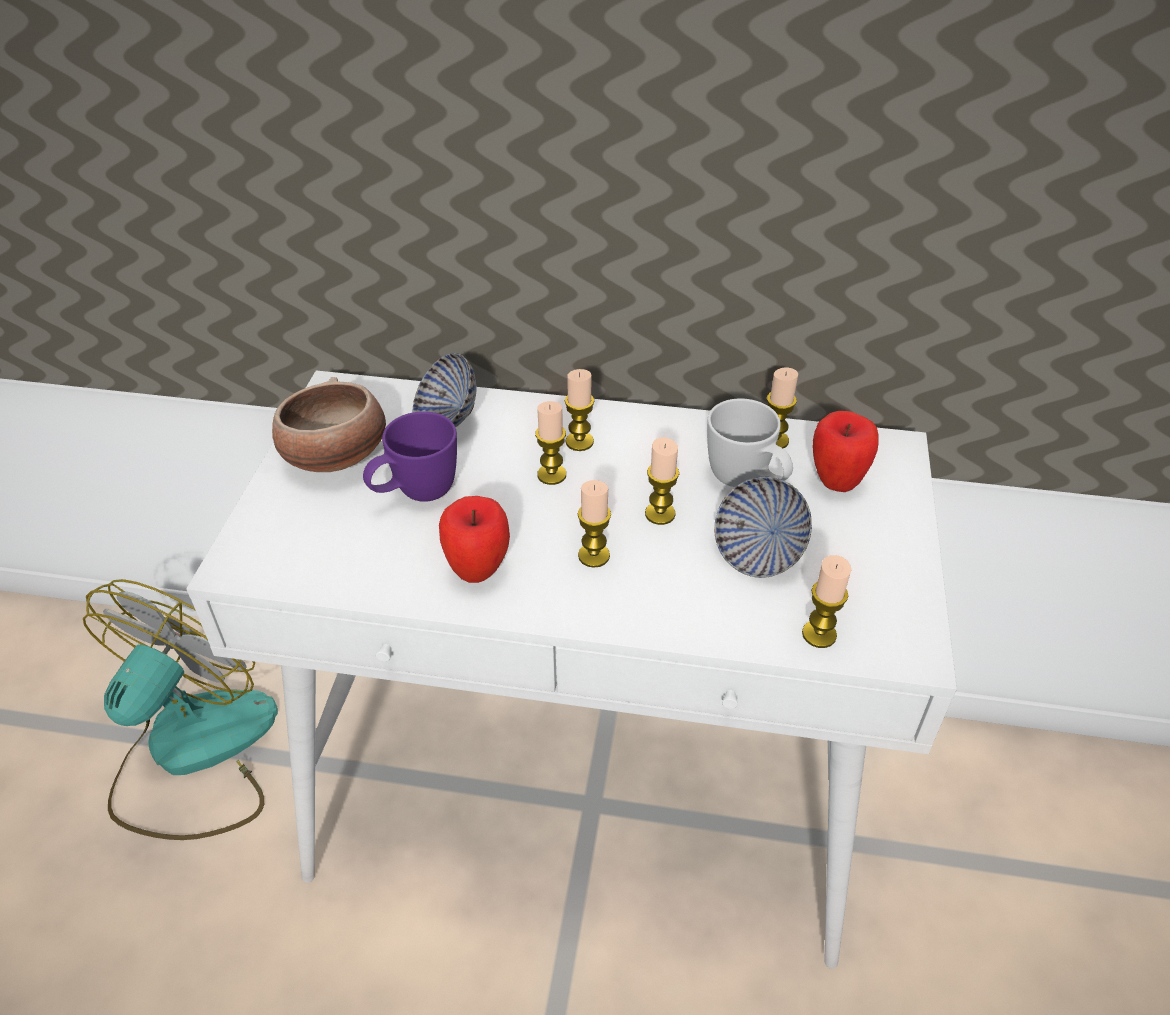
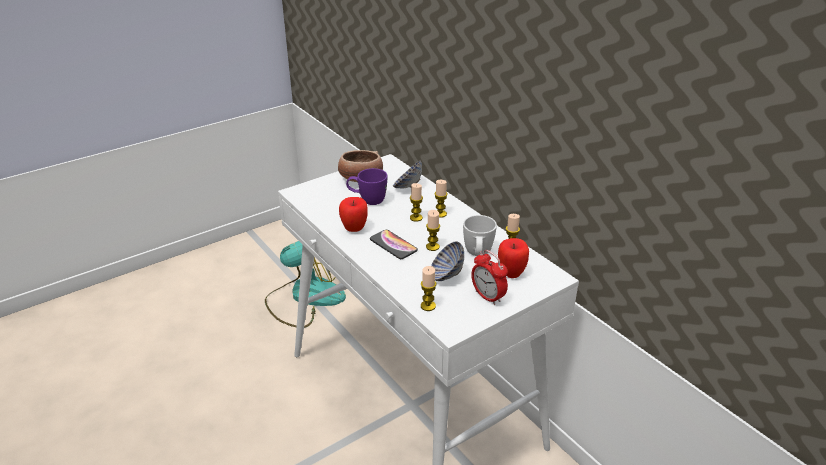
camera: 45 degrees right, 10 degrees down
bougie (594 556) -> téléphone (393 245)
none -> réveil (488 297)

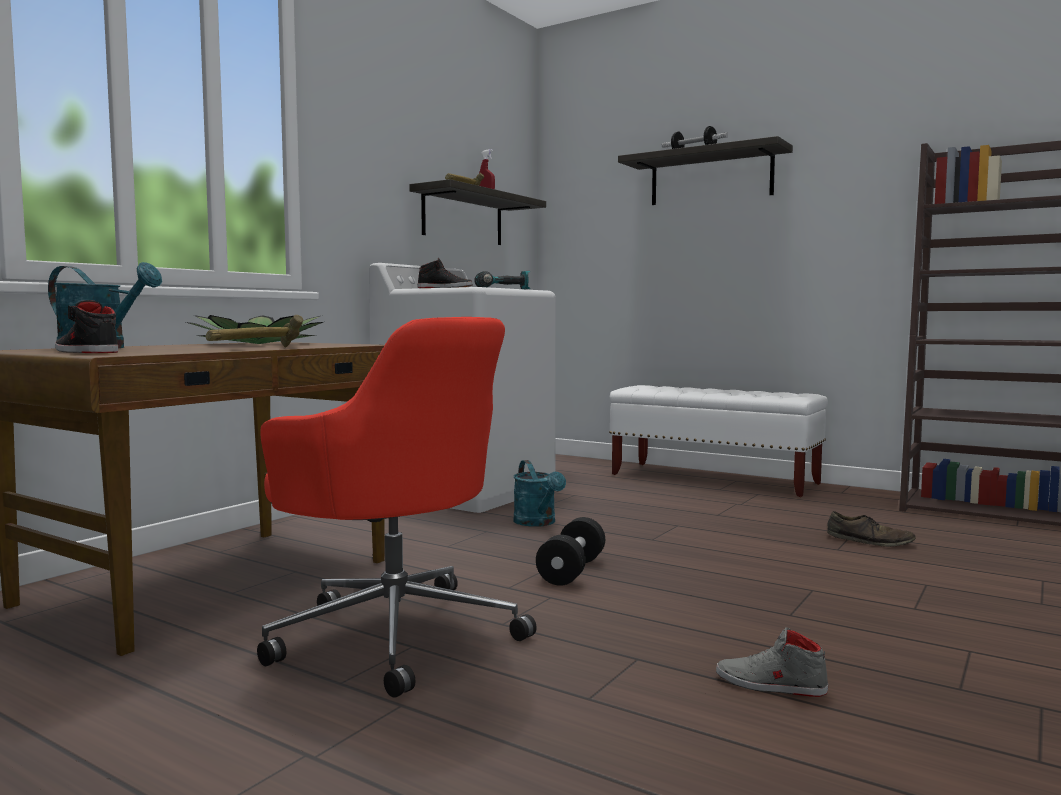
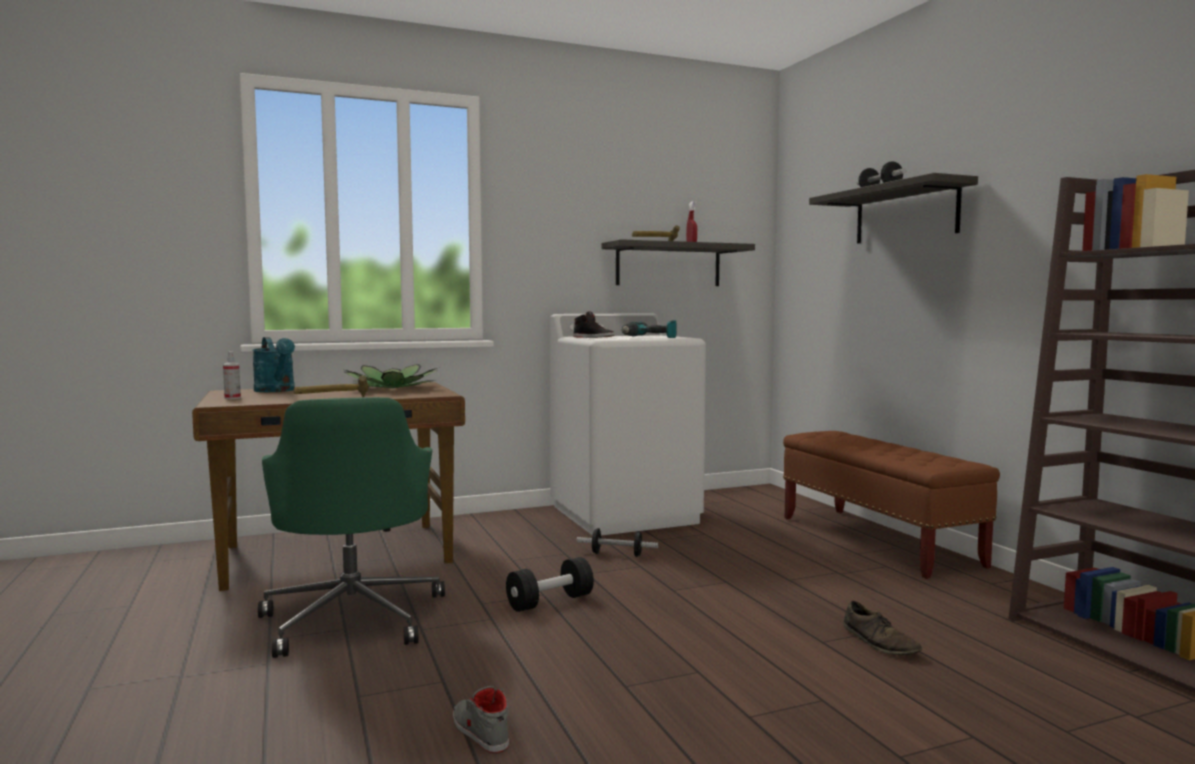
camera: 35 degrees right, 0 degrees up
chaussure [noir] (85 352) -> vaporisateur (232 398)
chaise de bureau [rouge] (395 633) -> chaise de bureau [vert] (353 617)
arrosoir [turquoise] (538 523) -> haltère (617 554)
banc [blanc] (713 479) -> banc [marron] (877 541)

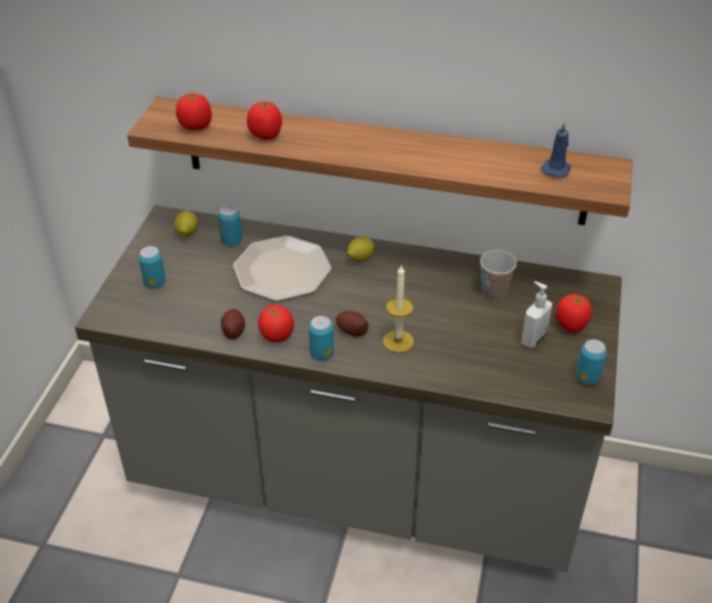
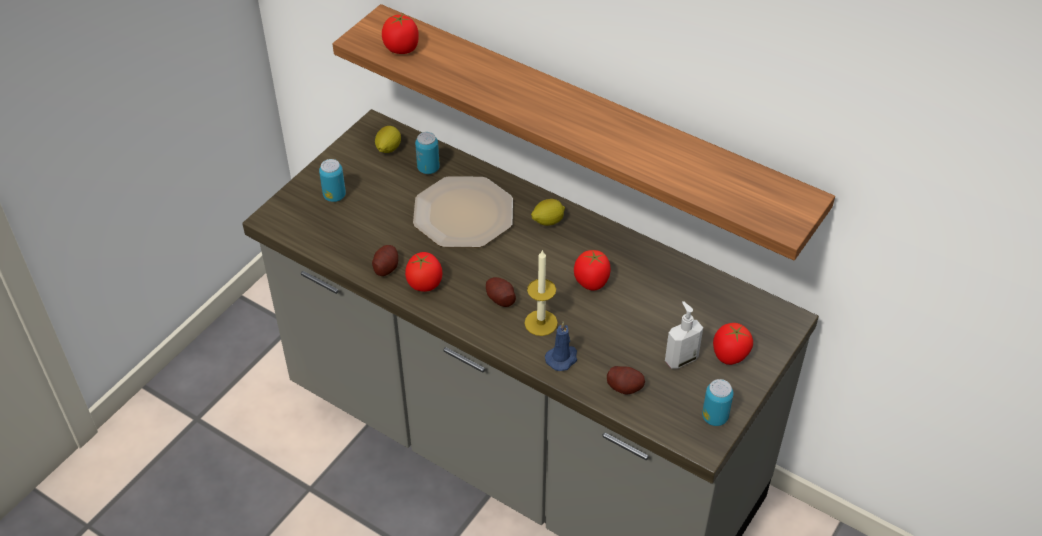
camera: 20 degrees right, 5 degrees up
bougie [bleu] (556 169) -> bougie [bleu] (562 358), move
tomate (266 135) -> tomate (591 282), move
none -> pomme de terre (625 387)
boîte métallique (321 354) -> none
tasse (494 292) -> none

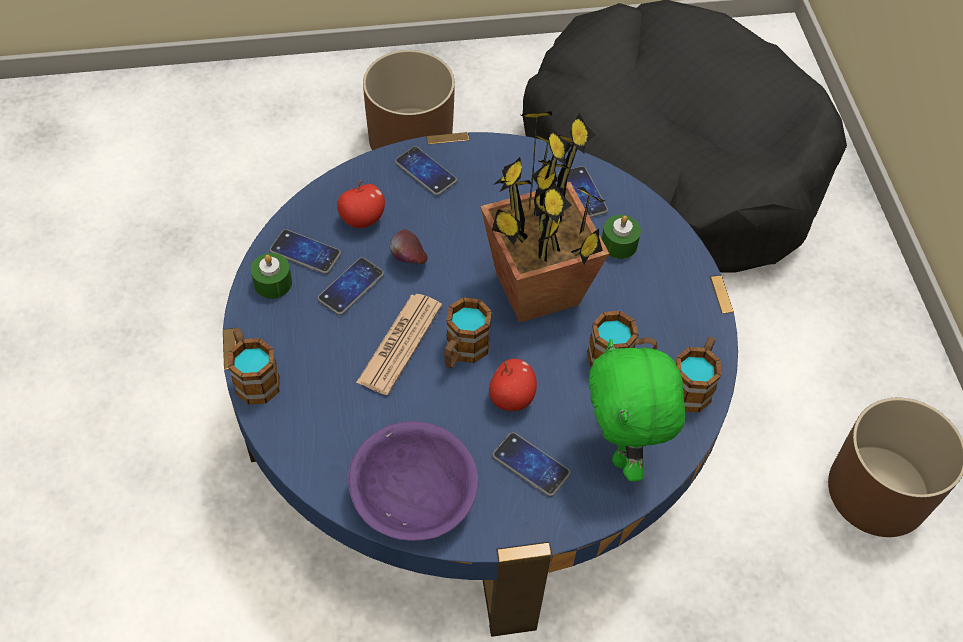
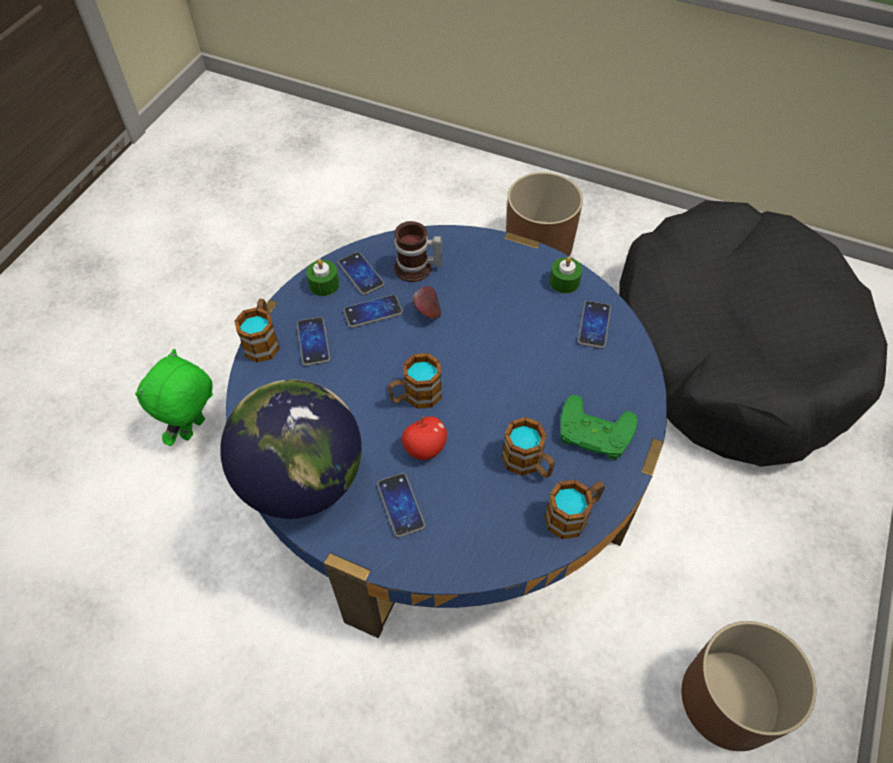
camera: 35 degrees right, 0 degrees up
peluche [vert] (623 450) -> peluche [vert] (194 429), move
bol [violet] (413 494) -> globe (302 479)
téléphone (425 172) -> téléphone (313 342), move
pomme (362 219) -> mug (416 269)
bougie [vert] (619 244) -> bougie [vert] (564 282), move
none -> manette [vert] (593 434)
journal (400 344) -> none
plante en pot (537 290) -> none

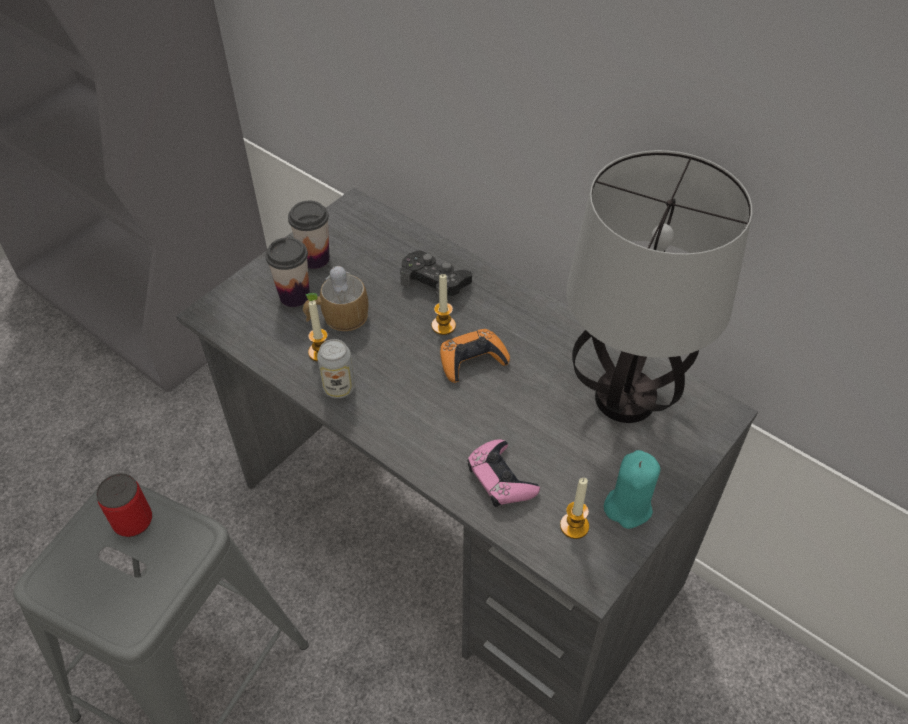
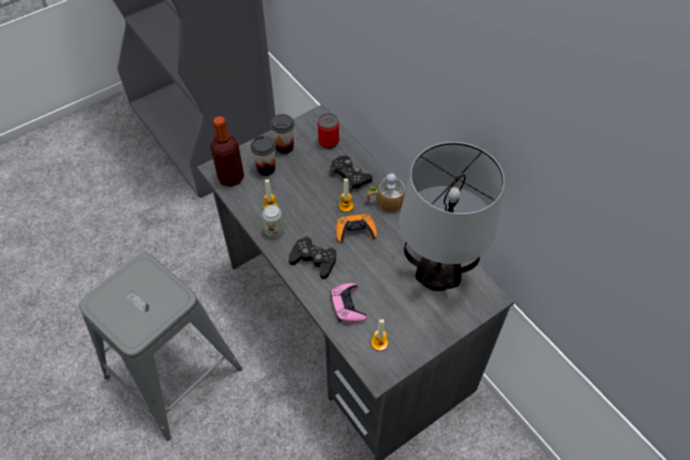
camera: 15 degrees right, 5 degrees up
none -> bouteille (231 178)
none -> manette [noir] (314 260)
boîte métallique (133 521) -> boîte métallique (328 142), move
mug (337 317) -> mug (385 202), move
bougie [turquoise] (628 507) -> none

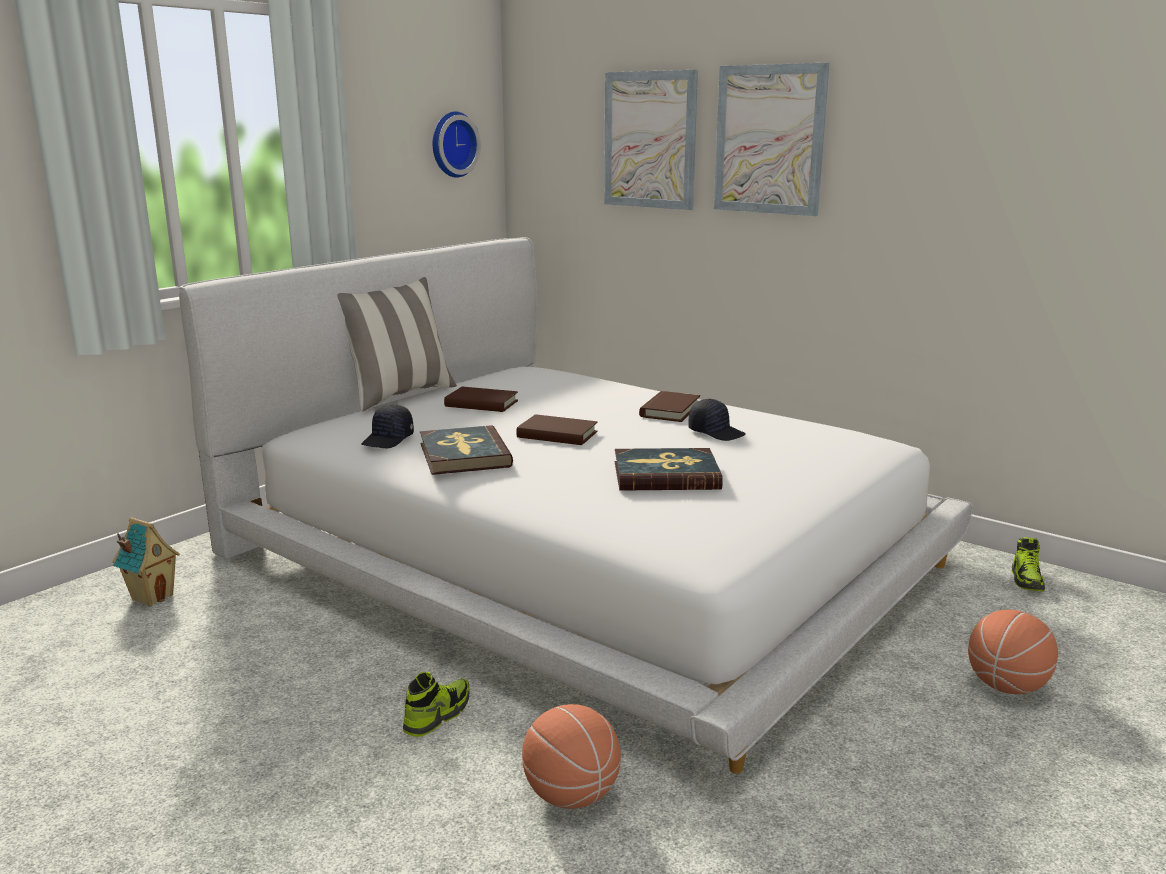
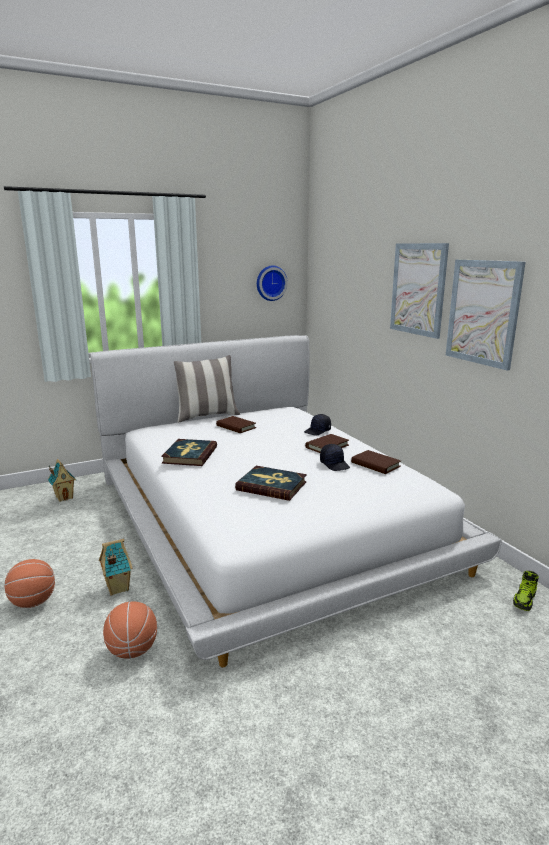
camera: 25 degrees right, 0 degrees up
ballon de basket (1006 686) -> ballon de basket (33 602), move
chaussure (437 715) -> maison miniature (117 588)
casquette [noir] (388 440) -> casquette [noir] (317 431), move
livre [marron] (557 435) -> livre [marron] (375 464), move
tableau (650 140) -> tableau (483 312), move

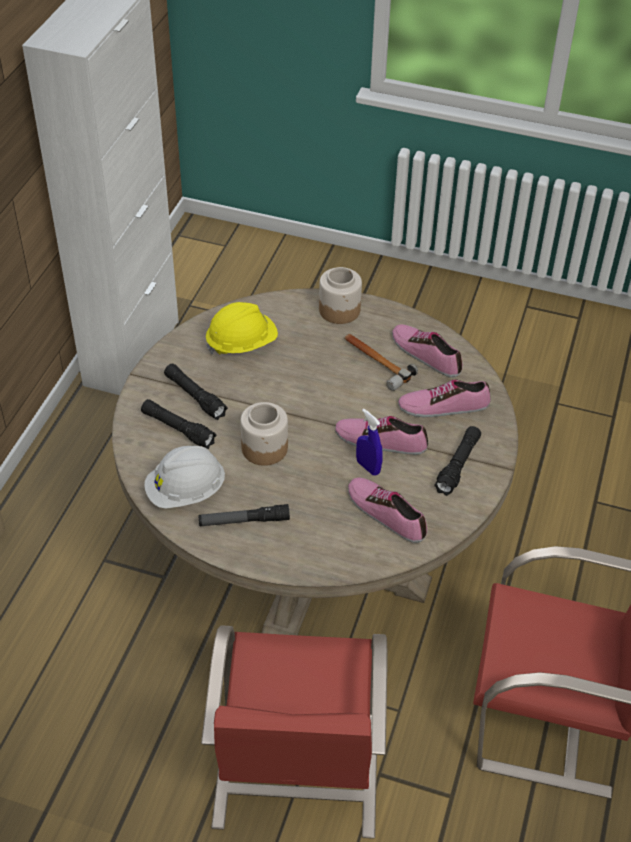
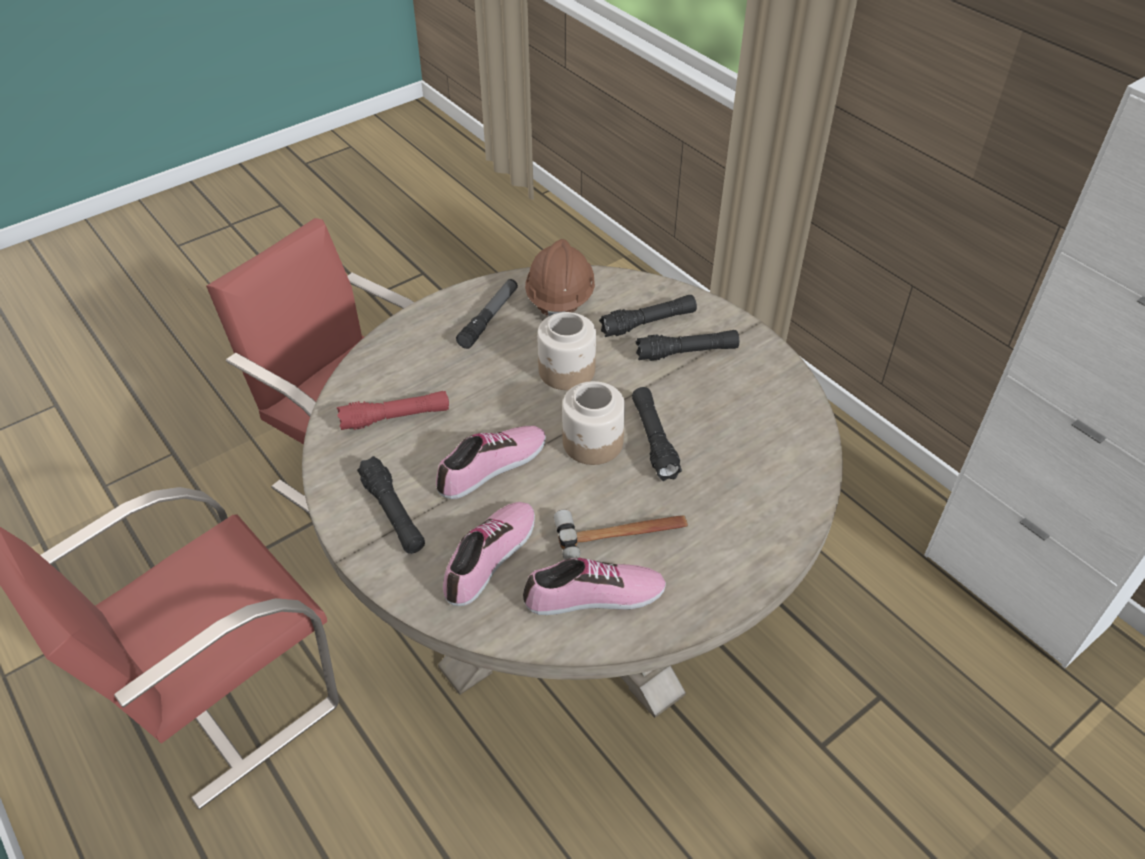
camera: 125 degrees right, 0 degrees up
chaussure (386 513) -> lampe de poche [rouge] (395 417)
casque de chantier [blanc] (186 492) -> casque de chantier [marron] (560 297)
bocal (340 310) -> bocal (593 443), move
none -> lampe de poche [noir] (654 440)
casque de chantier [jaune] (242 344) -> none
vaporisateur [bleu] (368 467) -> none

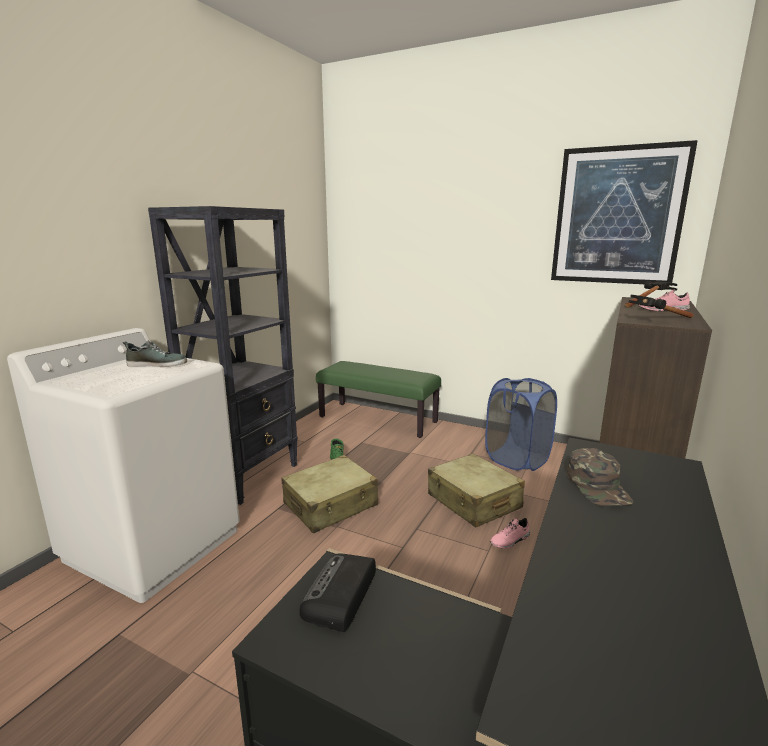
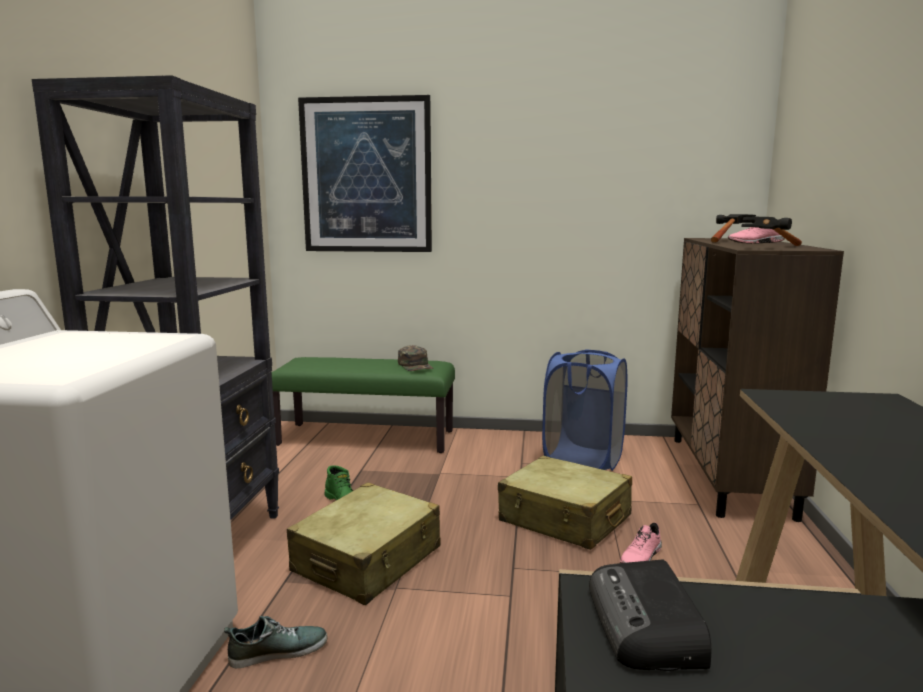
camera: 20 degrees left, 5 degrees down
chaussure (157 364) -> chaussure (278 651), move
tableau (617 216) -> tableau (366 175), move
casquette [vert] (598 486) -> casquette [vert] (415 365), move

